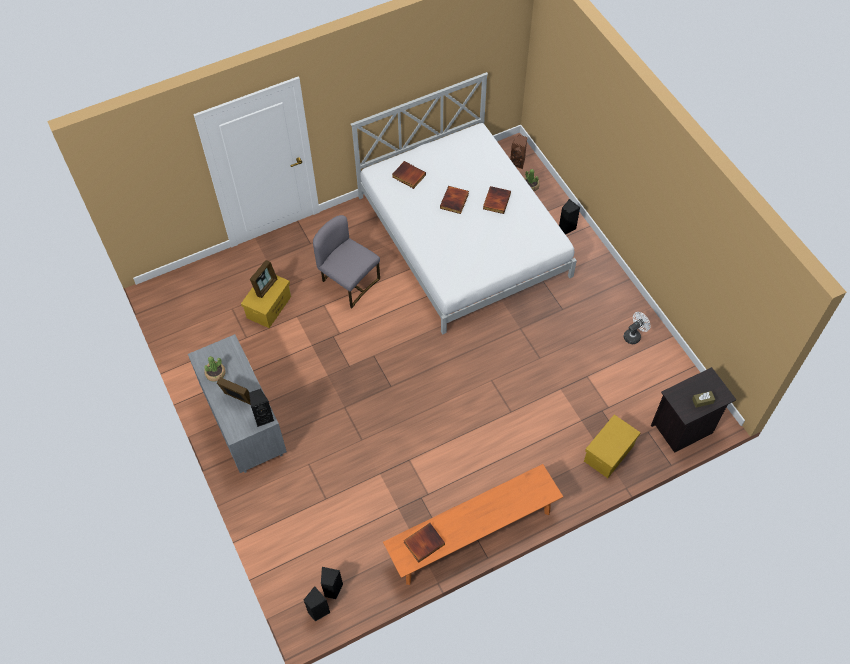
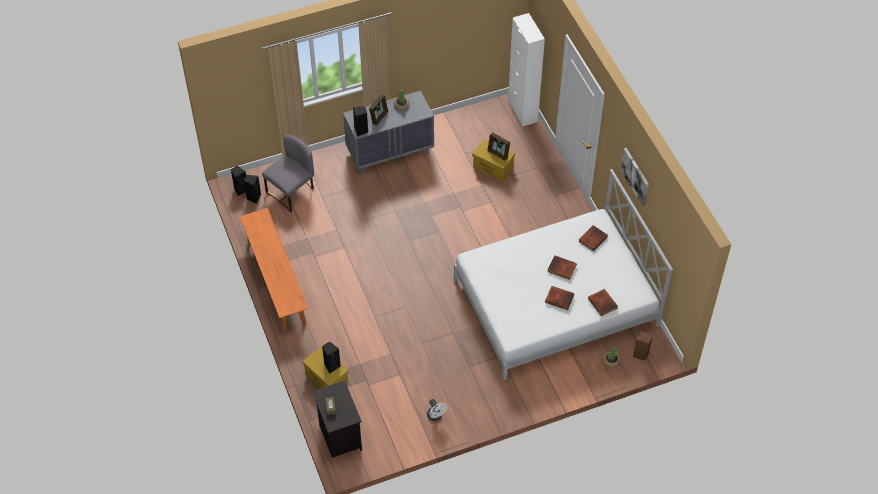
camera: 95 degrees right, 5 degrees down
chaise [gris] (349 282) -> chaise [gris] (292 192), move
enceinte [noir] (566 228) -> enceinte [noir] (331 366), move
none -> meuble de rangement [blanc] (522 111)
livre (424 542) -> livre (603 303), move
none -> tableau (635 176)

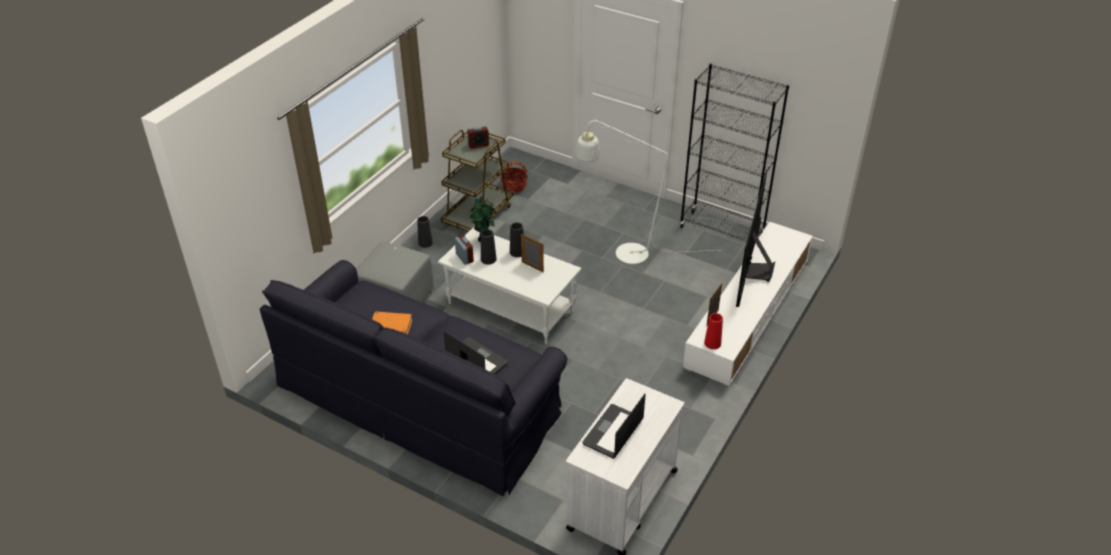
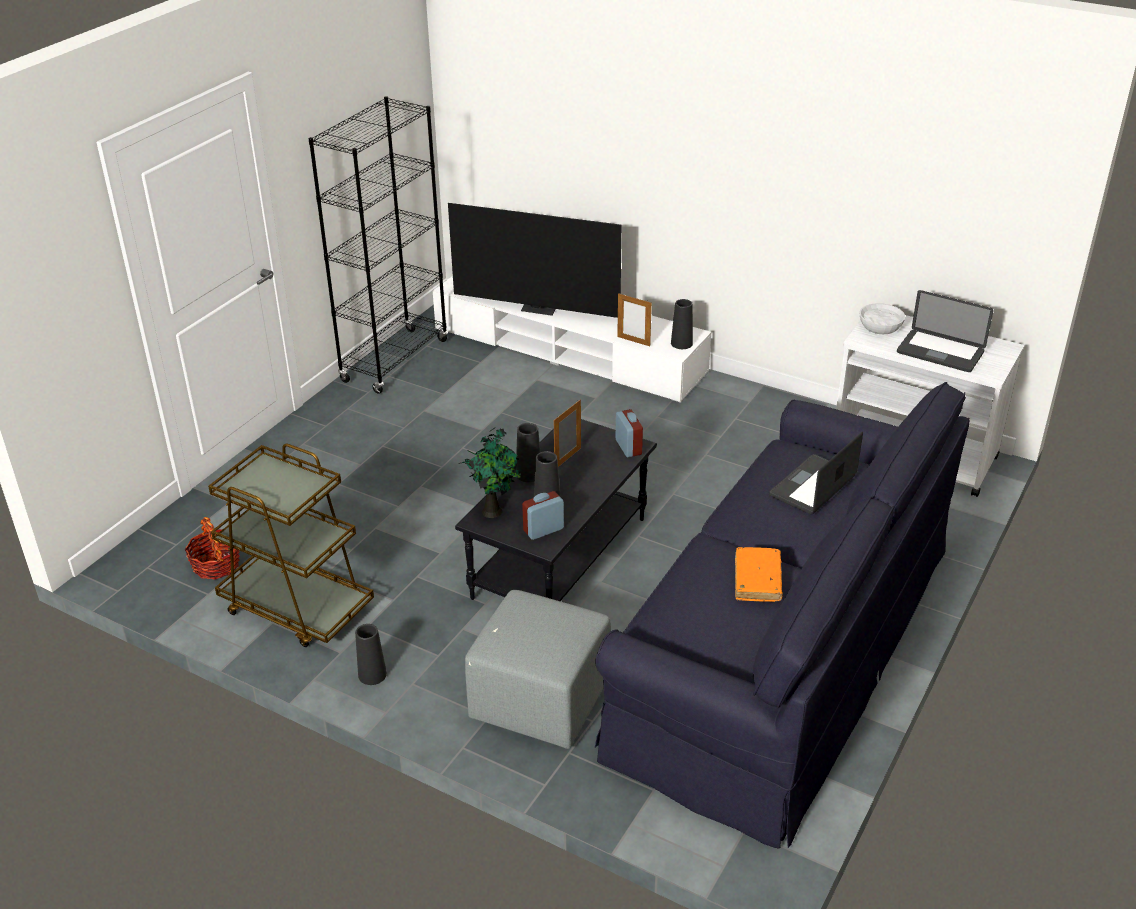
camera: 90 degrees left, 5 degrees down
table basse [blanc] (510 308) -> table basse [noir] (561 559)
réveil (478 145) -> réveil (628 447), move
vase [rouge] (712 343) -> vase [noir] (681 343)
none -> bol [blanc] (880 327)
lampadaire [blanc] (623 254) -> none

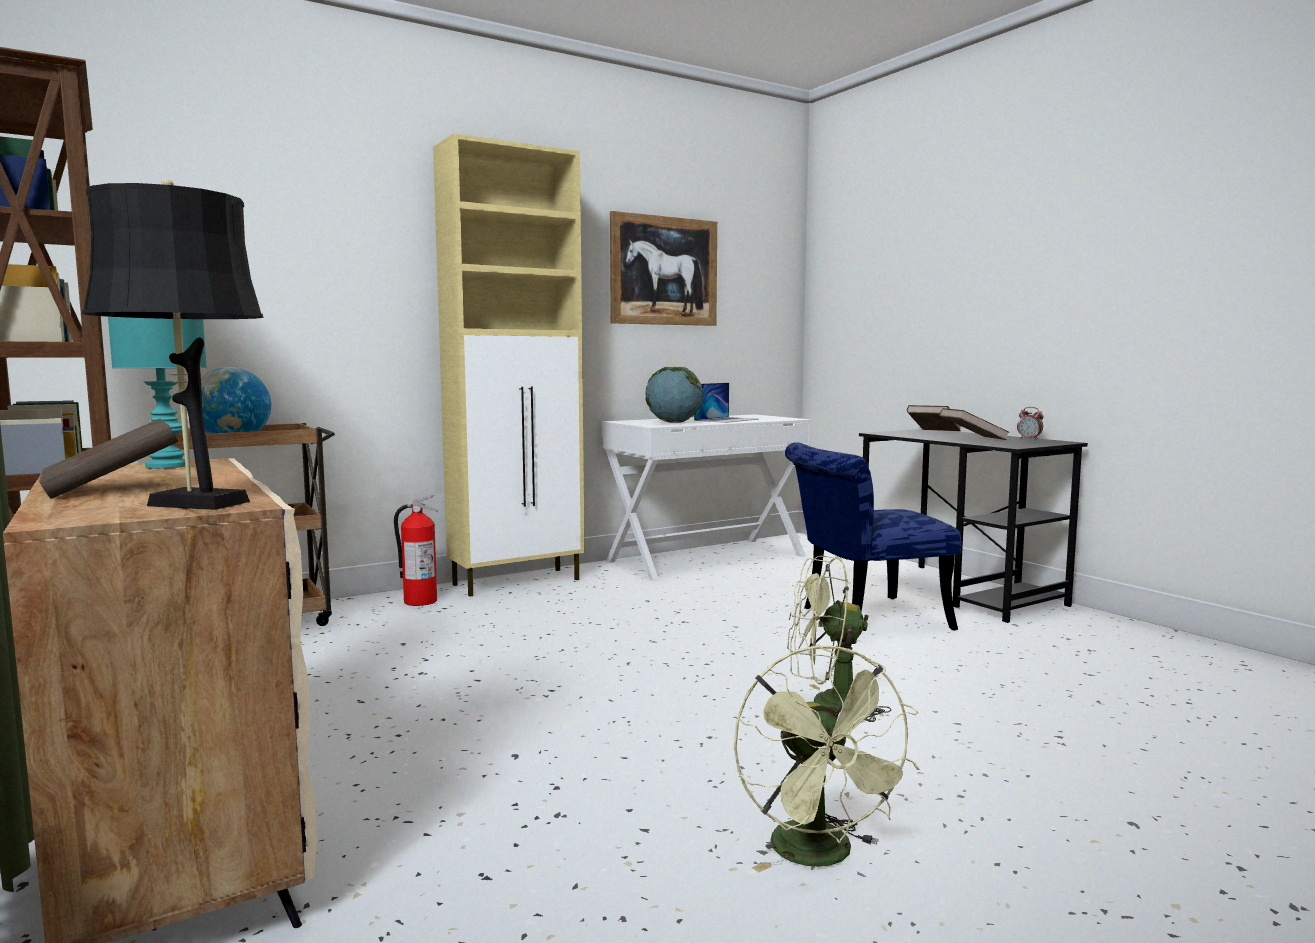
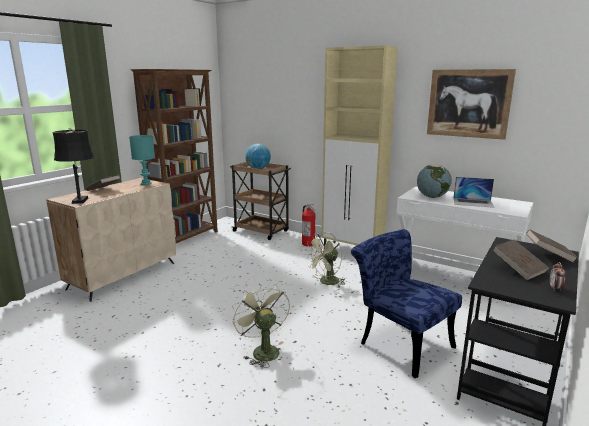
camera: 65 degrees right, 10 degrees up
ventilateur [vert] (822 856) -> ventilateur [vert] (326 282), move

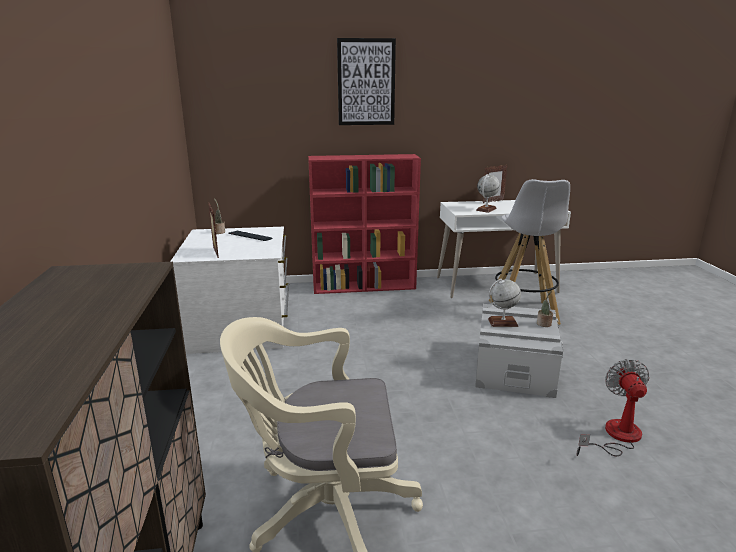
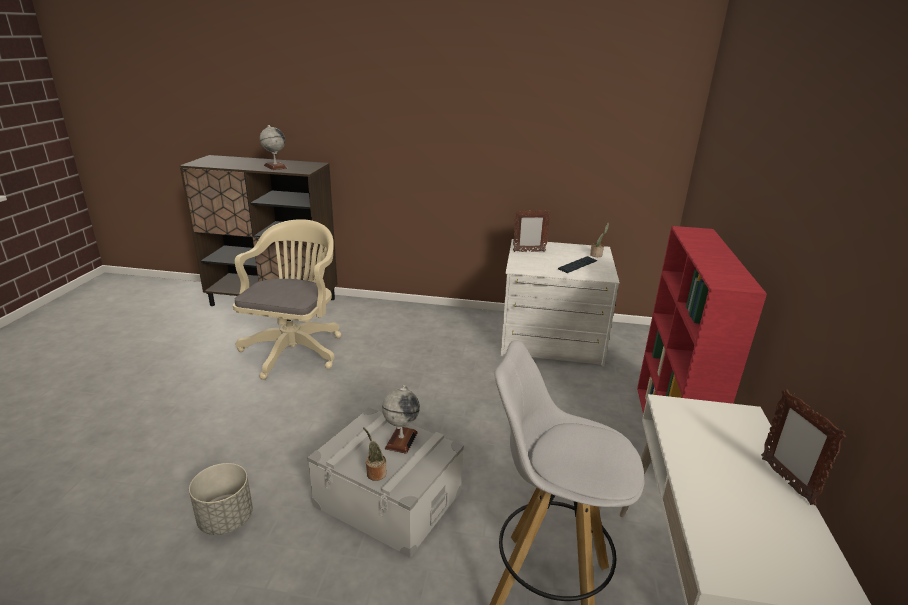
camera: 105 degrees right, 5 degrees up
ventilateur (615 436) -> cache-pot [gris] (226 519)
globe (486 209) -> globe (275 167), move
tableau (366 82) -> none

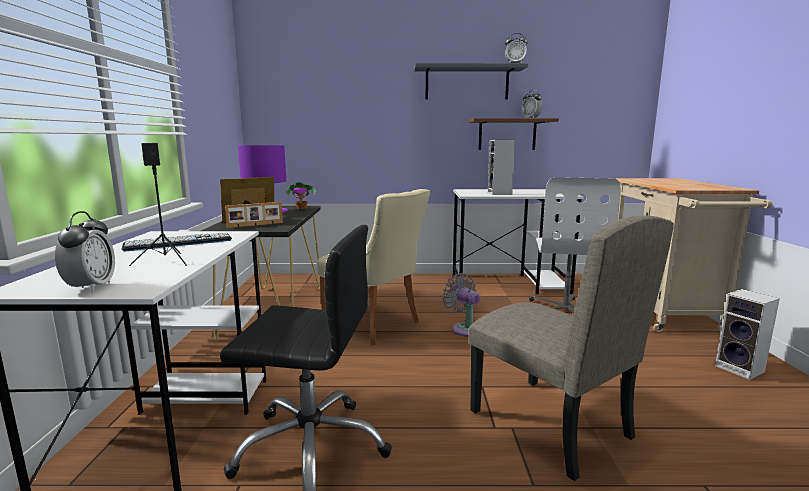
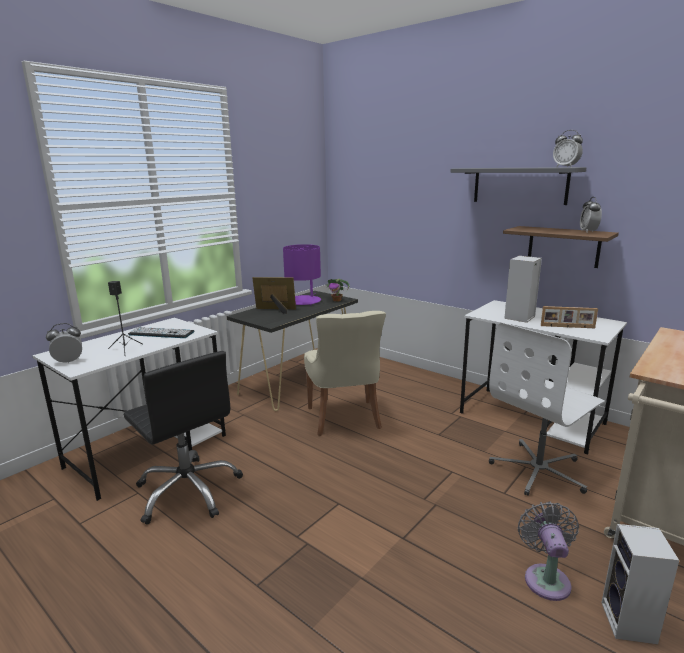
camera: 40 degrees right, 5 degrees up
réveil (91 287) -> réveil (69 361), 150 degrees counterclockwise
ventilateur [gris] (464 329) -> ventilateur [gris] (546 578), move
cadre photo (255 225) -> cadre photo (567 327), move
chaise [beige] (548 424) -> none

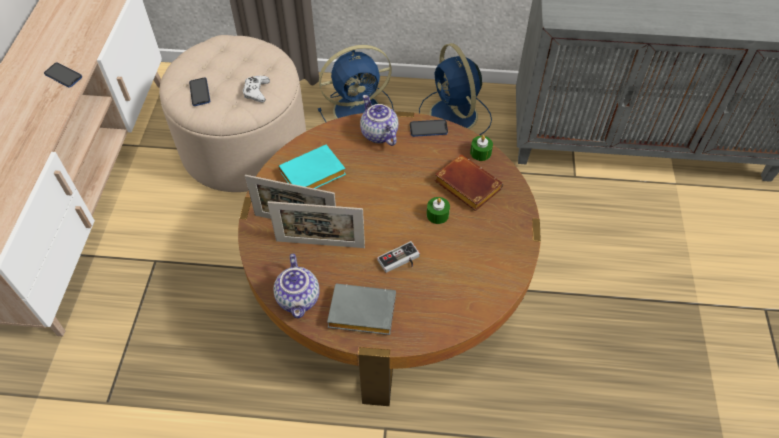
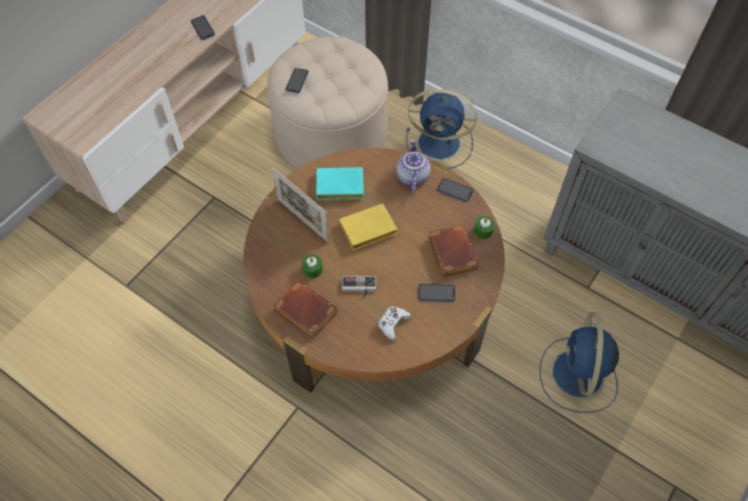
camera: 30 degrees right, 5 degrees up
livre [gris] (360 314) -> livre [marron] (303 312)
bougie [vert] (437 214) -> bougie [vert] (312 269), move
none -> livre [jaune] (367 231)
manette [blanc] (256 91) -> manette [blanc] (393 324), move
none -> téléphone (436 293)
ventilateur [bleu] (454 117) -> ventilateur [bleu] (577 376), move
cadre photo (320 244) -> none
théière (299 299) -> none

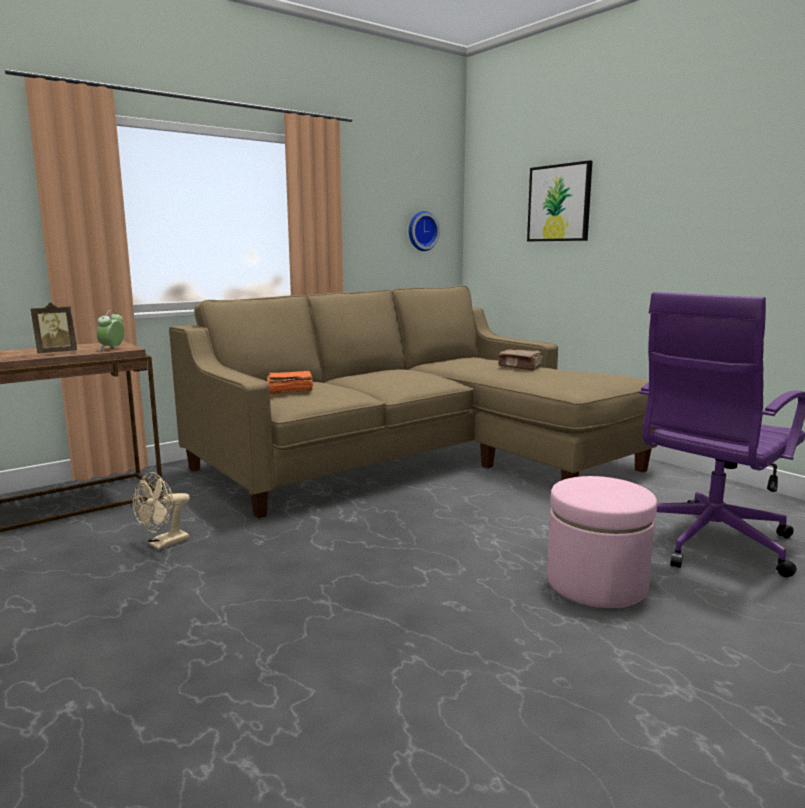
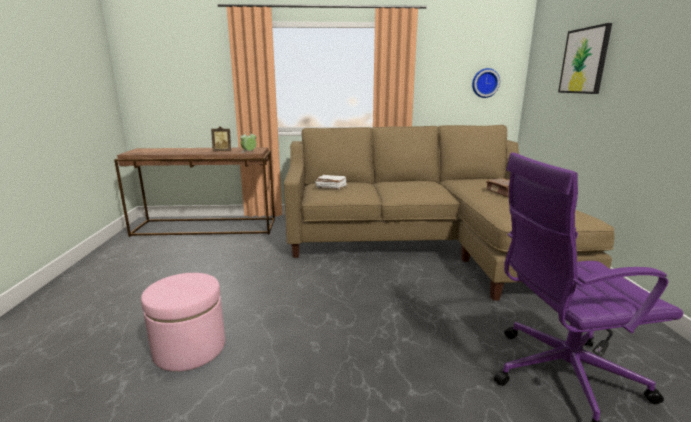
camera: 35 degrees right, 5 degrees up
pouf [rose] (596 583) -> pouf [rose] (190 348), move
livre [orange] (289 391) -> livre [blanc] (331 187)
ventilateur [beige] (163 544) -> none

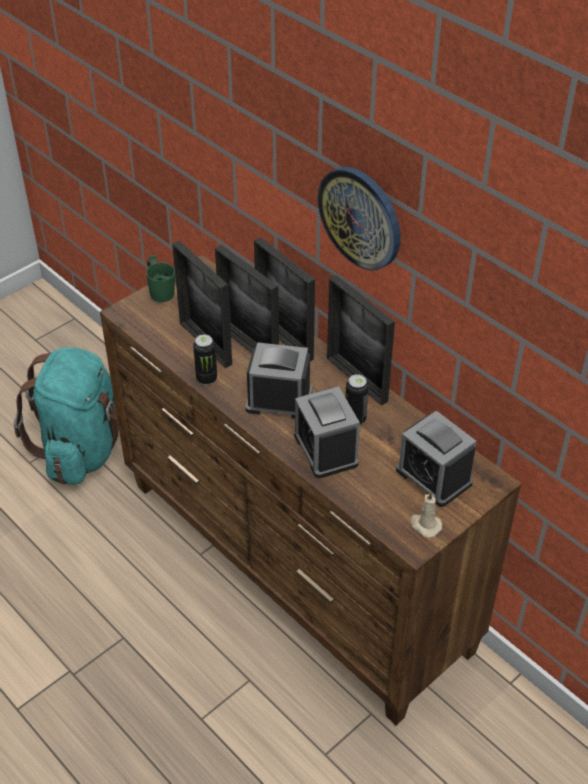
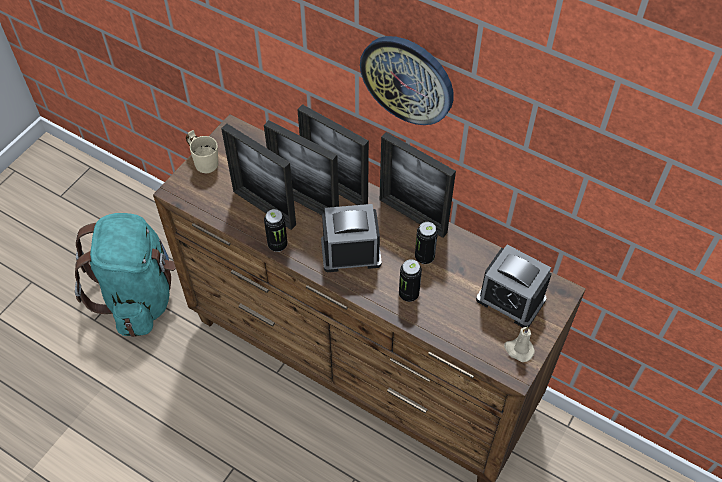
camera: 15 degrees left, 10 degrees up
mug [vert] (163 291) -> mug [beige] (206 160)
réveil (325 450) -> boîte métallique (408 294)

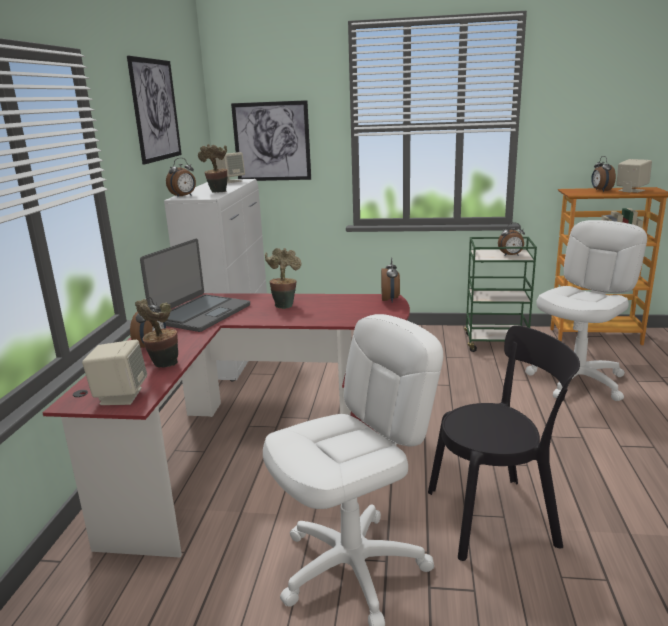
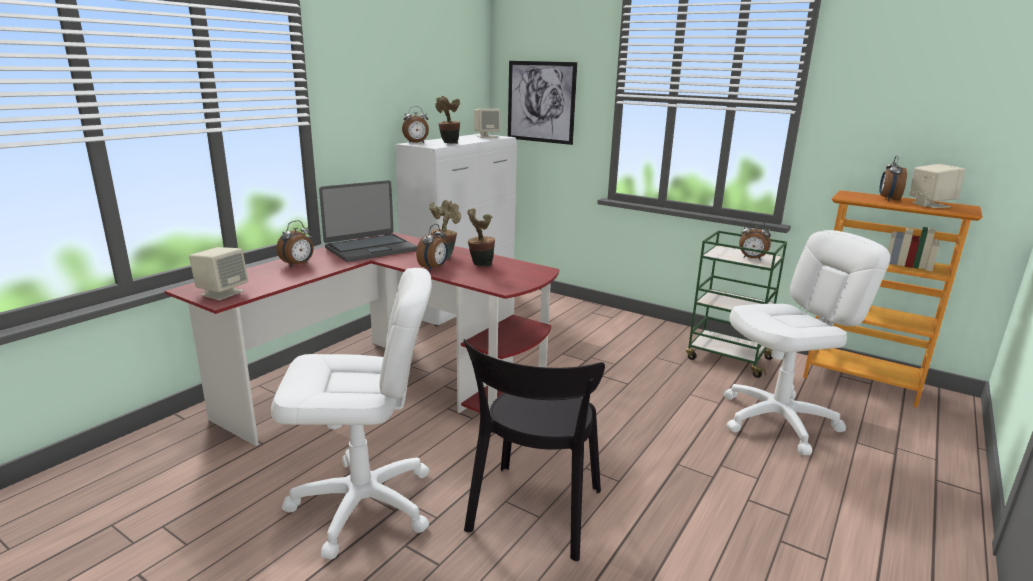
camera: 25 degrees right, 0 degrees up
réveil (390 300) -> réveil (434 268), move
chaise [noir] (497 516) -> chaise [noir] (533 514), 90 degrees clockwise
plante en pot (163 365) -> plante en pot (480 265), move
tableau (156 110) -> none

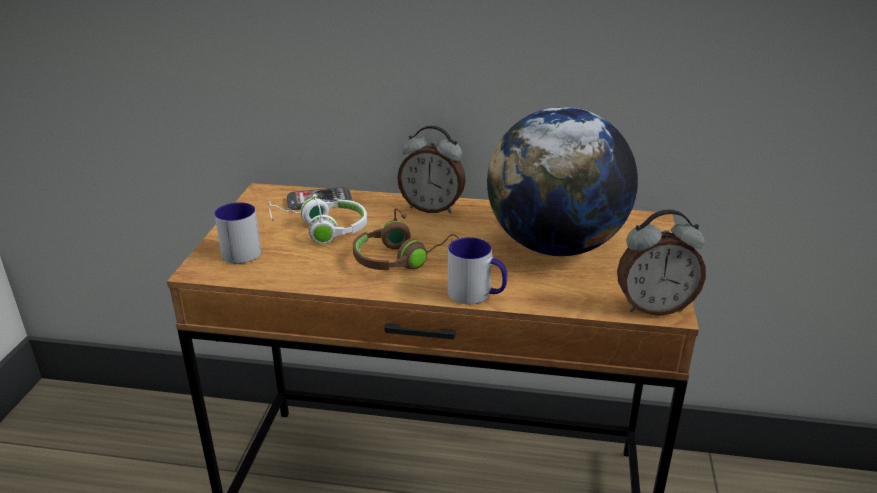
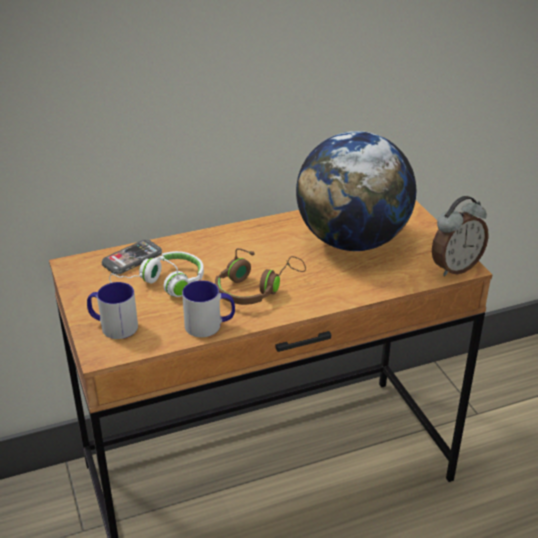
camera: 30 degrees left, 5 degrees up
mug (477 294) -> mug (210 325), move
réveil (432 208) -> none

